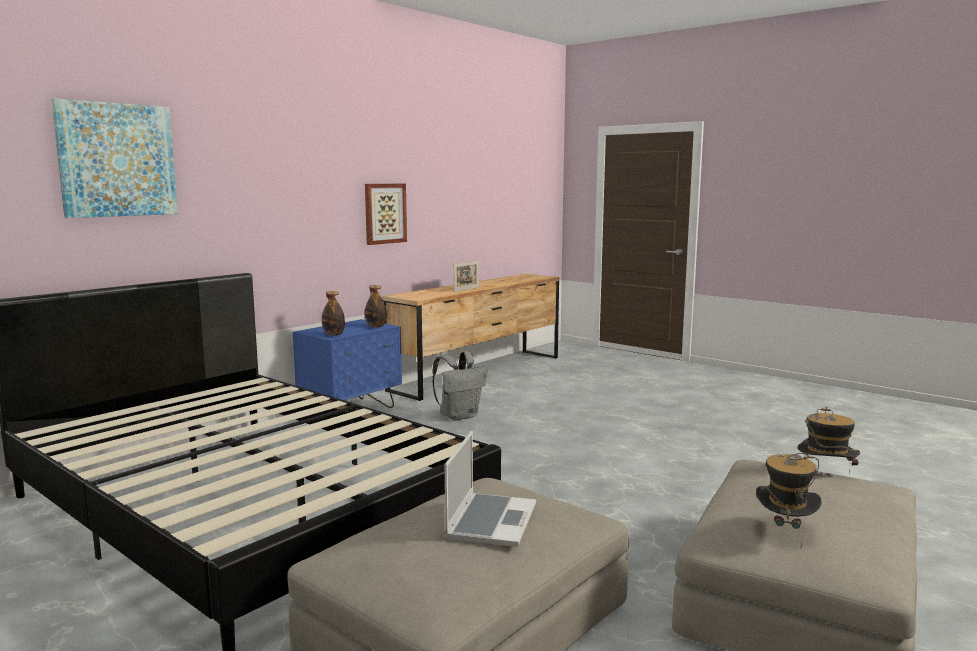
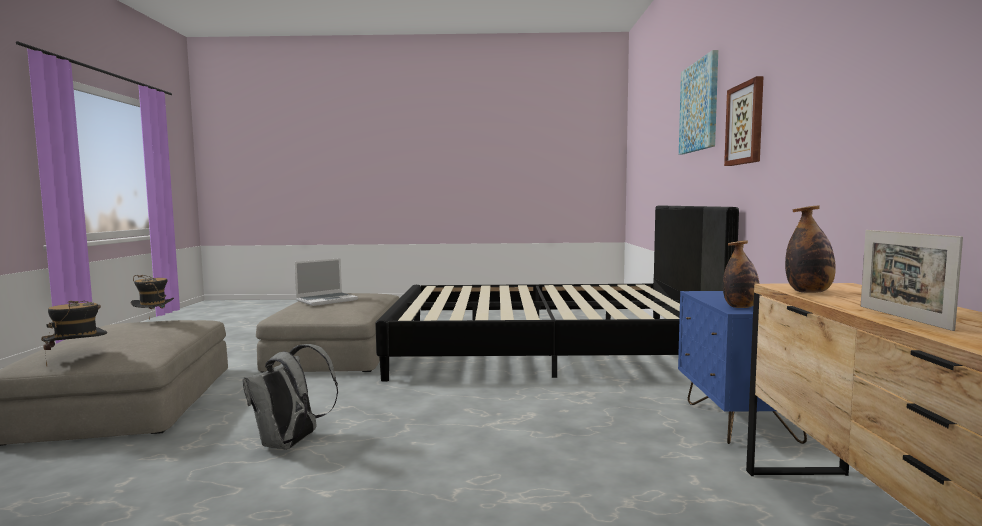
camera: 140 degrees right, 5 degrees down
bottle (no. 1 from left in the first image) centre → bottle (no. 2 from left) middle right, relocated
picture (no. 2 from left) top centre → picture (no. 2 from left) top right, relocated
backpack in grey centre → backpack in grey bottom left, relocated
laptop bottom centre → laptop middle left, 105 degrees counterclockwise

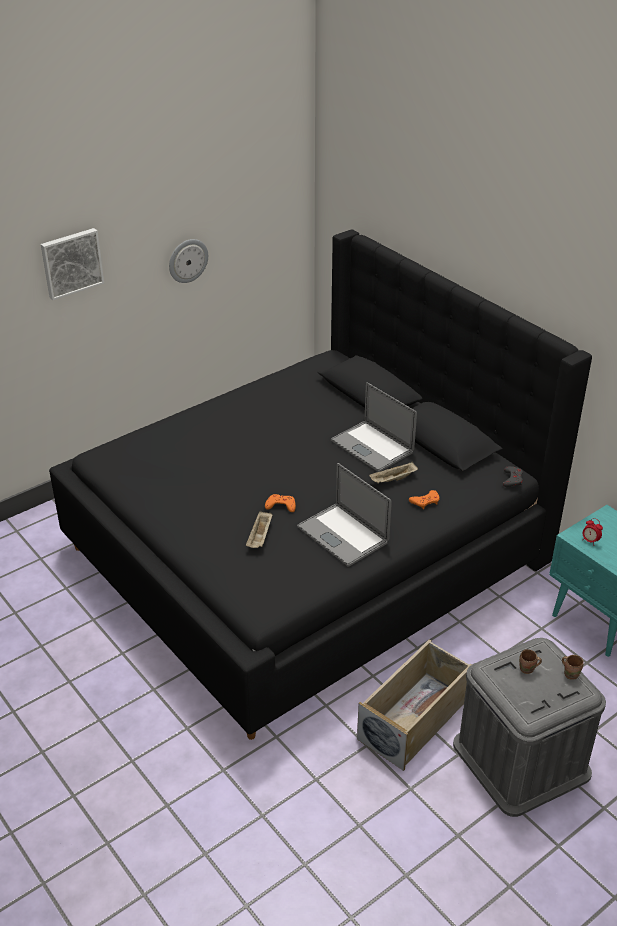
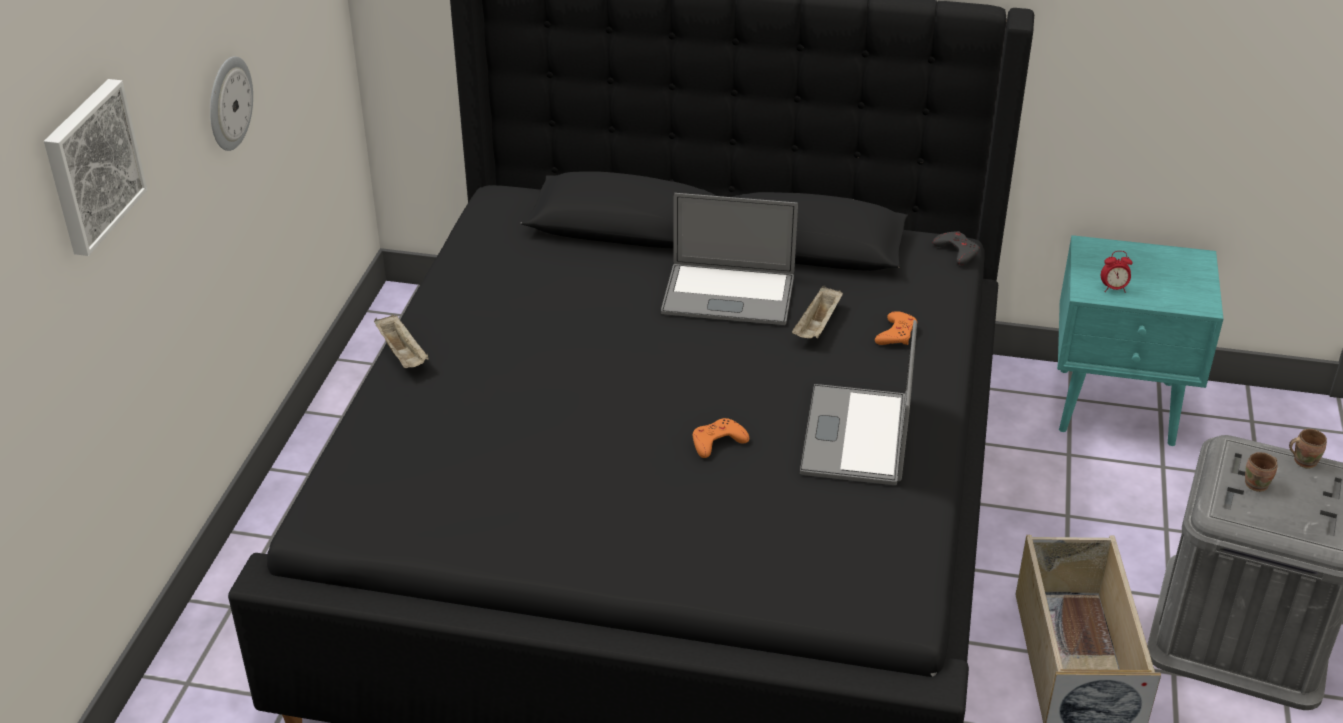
camera: 40 degrees left, 0 degrees up
tray in beige (no. 1 from left) centre → tray in beige (no. 1 from left) middle left, relocated
laptop (no. 1 from left in the first image) centre → laptop (no. 2 from left) centre, 90 degrees clockwise

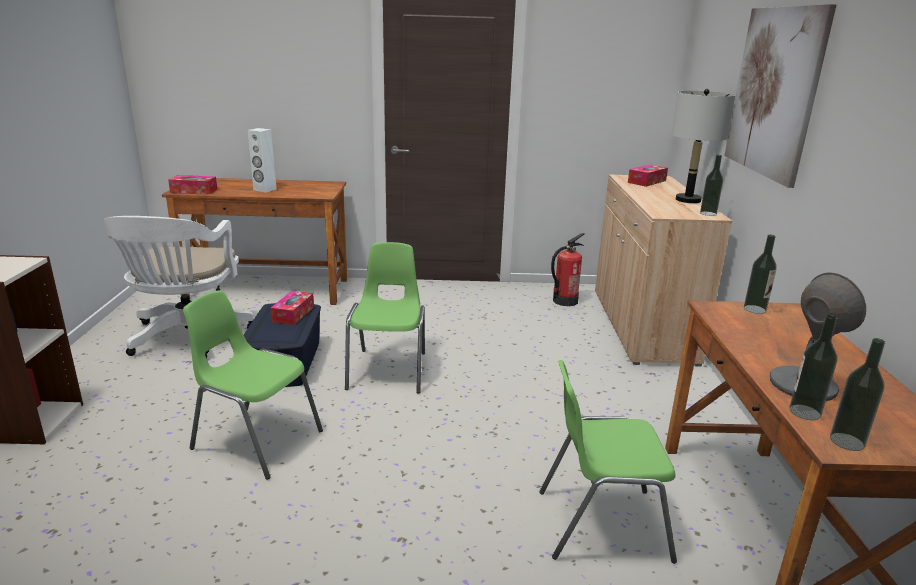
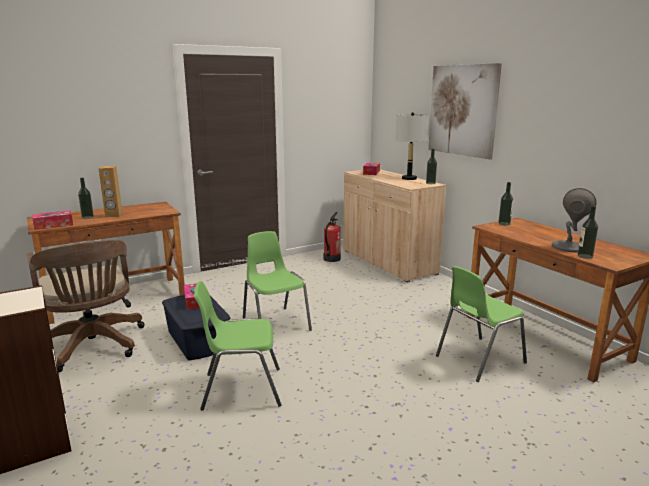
camera: 30 degrees left, 5 degrees down
bottle (no. 4 from left in the first image) bottom right → bottle (no. 1 from left) middle left, relocated
office chair in white middle left → office chair in brown middle left
speaker in white top left → speaker in brown middle left

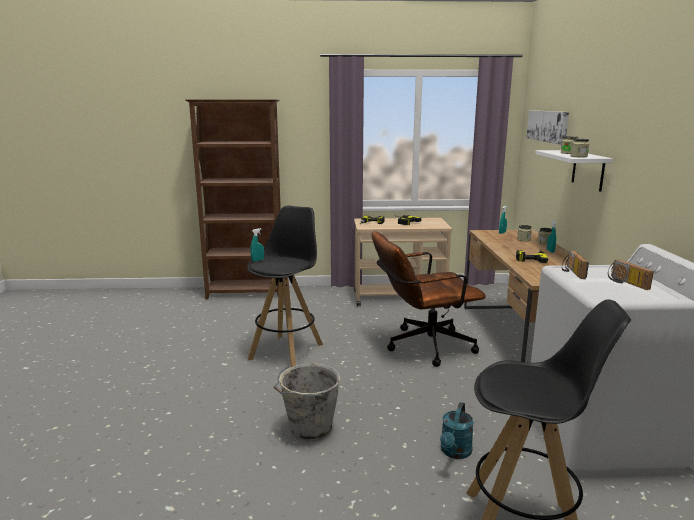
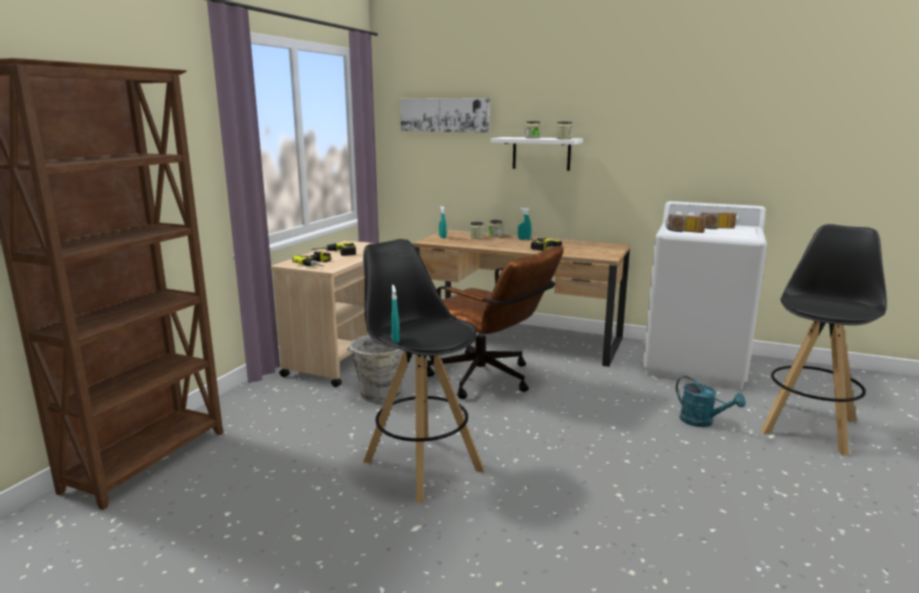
camera: 65 degrees left, 0 degrees up
bucket in grey bottom centre → bucket in grey centre, relocated
office chair in brown centre, 60 degrees counterclockwise

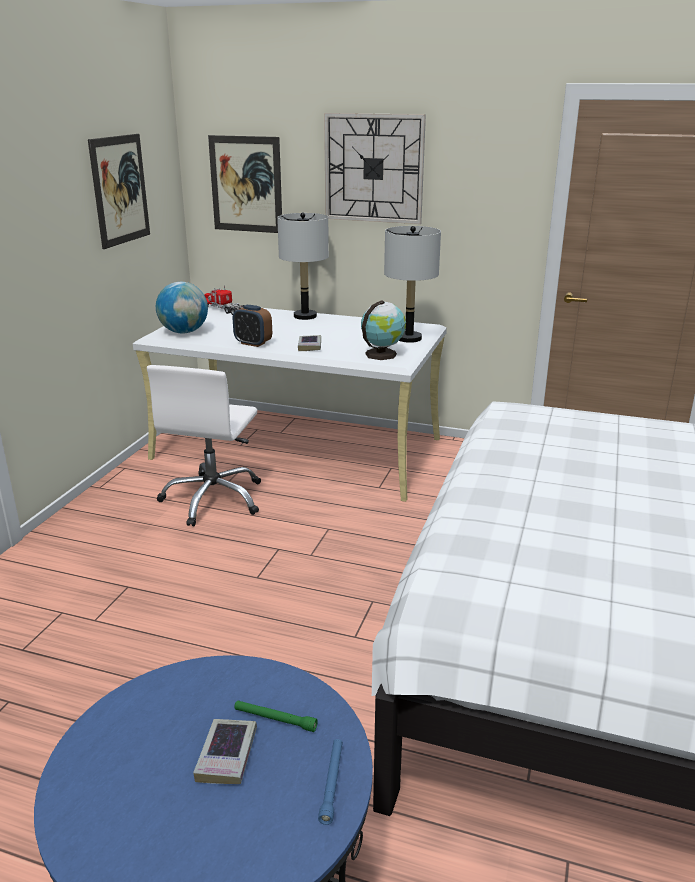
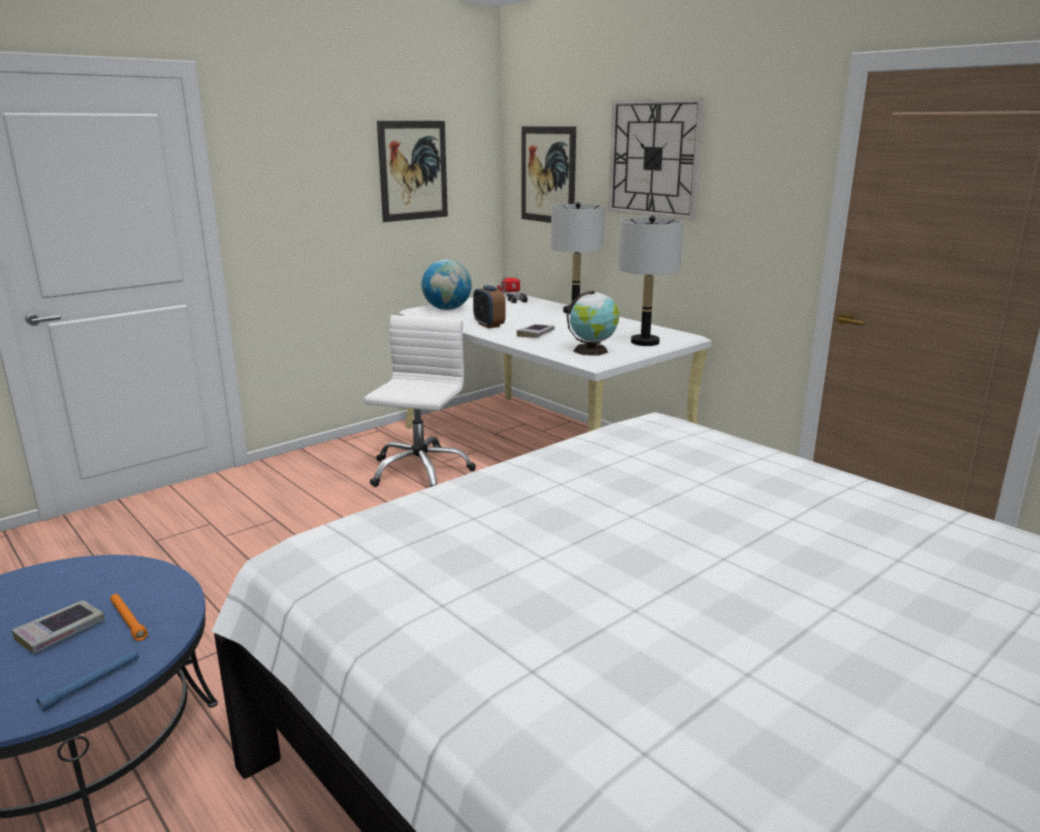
camera: 30 degrees right, 5 degrees down
flashlight in green bottom centre → flashlight in orange bottom left
office chair in white middle left → office chair in white centre, 150 degrees clockwise

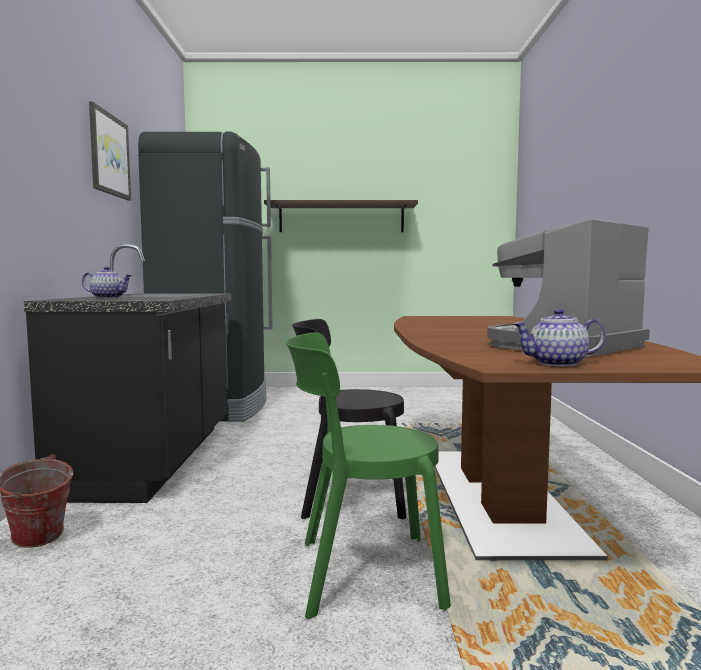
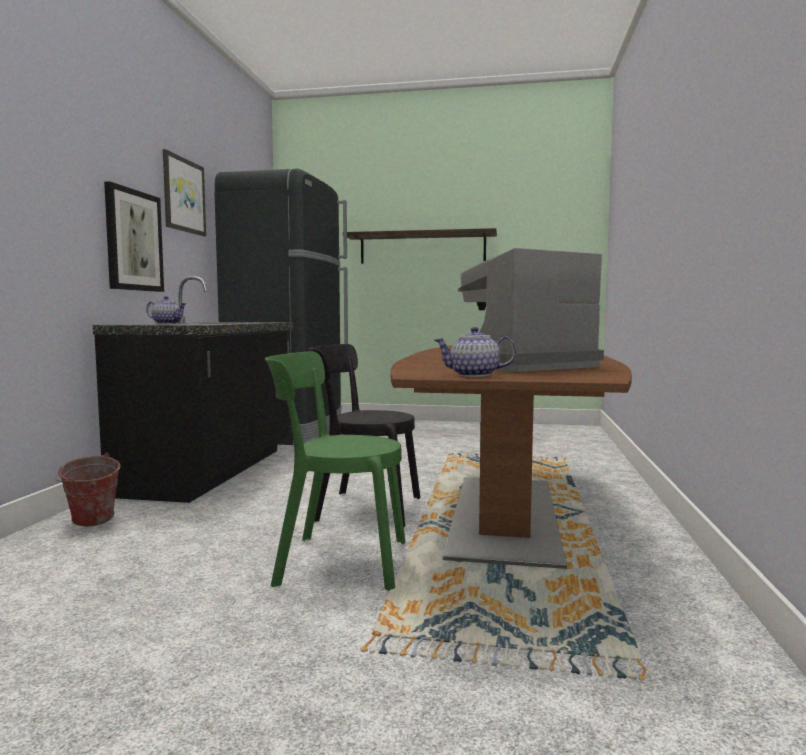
camera: 10 degrees right, 0 degrees up
- → picture (no. 1 from left) top left

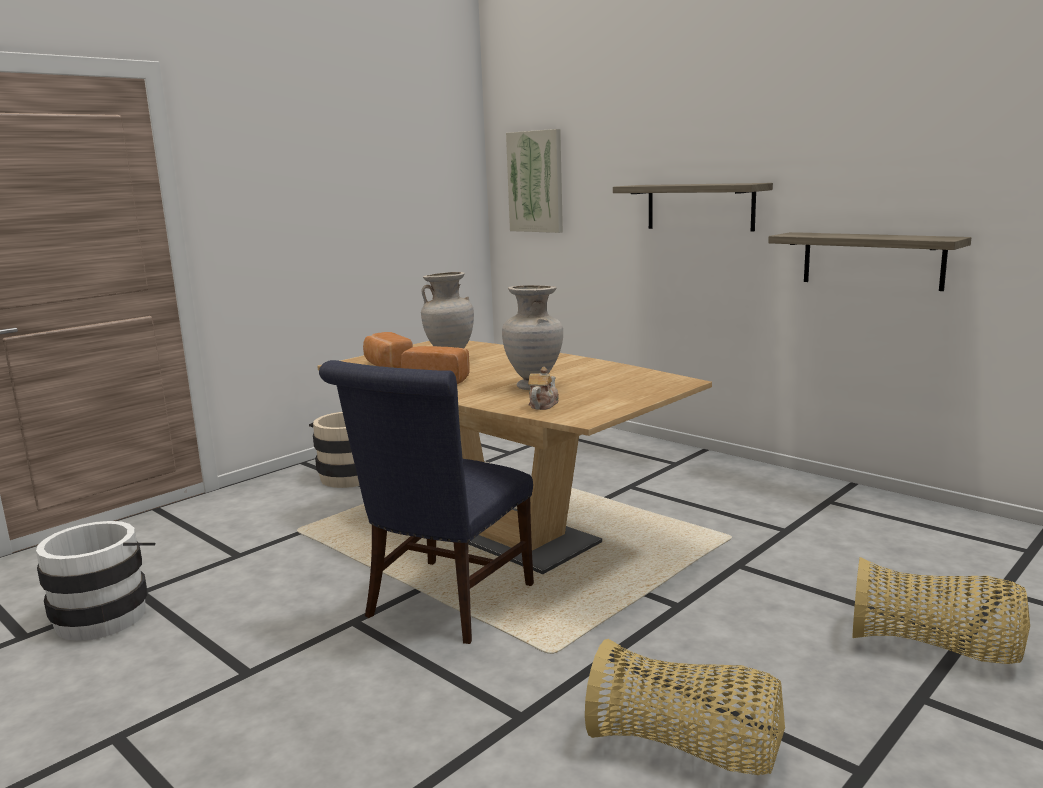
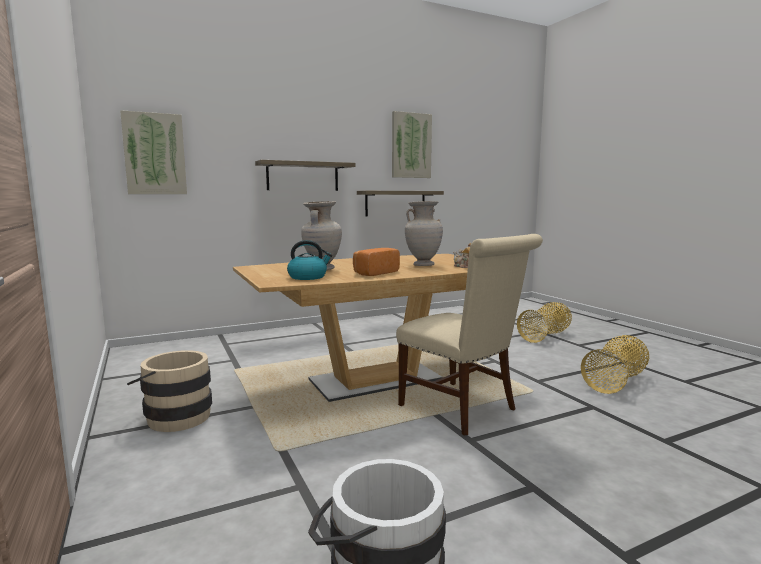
camera: 70 degrees left, 5 degrees down
- → picture (no. 2 from left) top centre
bread (no. 1 from left) centre → kettle centre
chair in blue centre → chair in beige centre

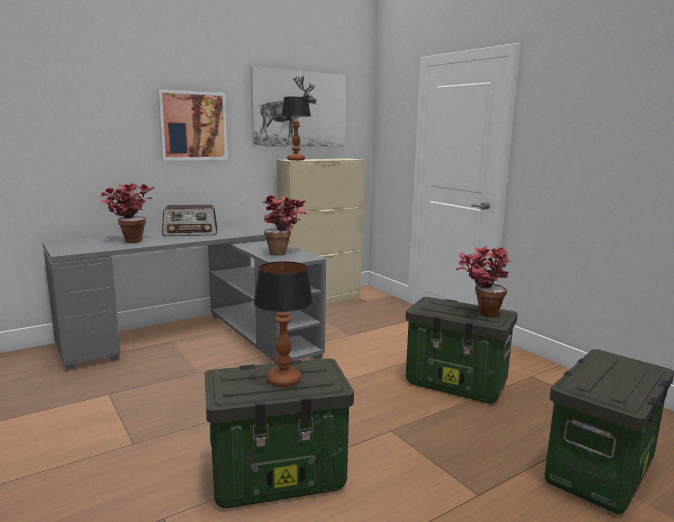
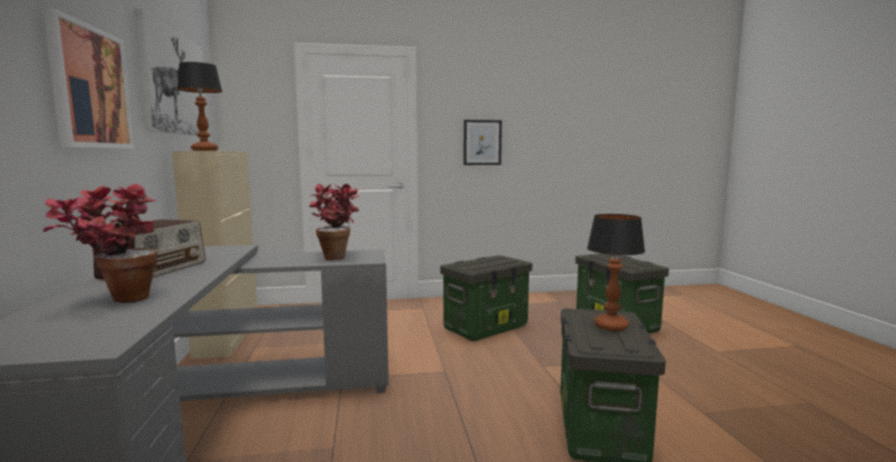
camera: 65 degrees left, 5 degrees down
potted plant (no. 3 from left) middle right → -
- → picture (no. 3 from left) top centre

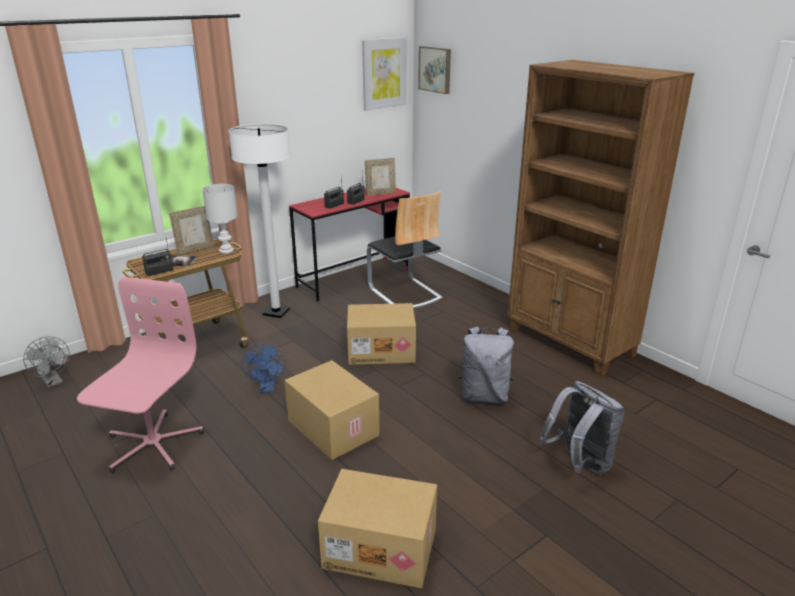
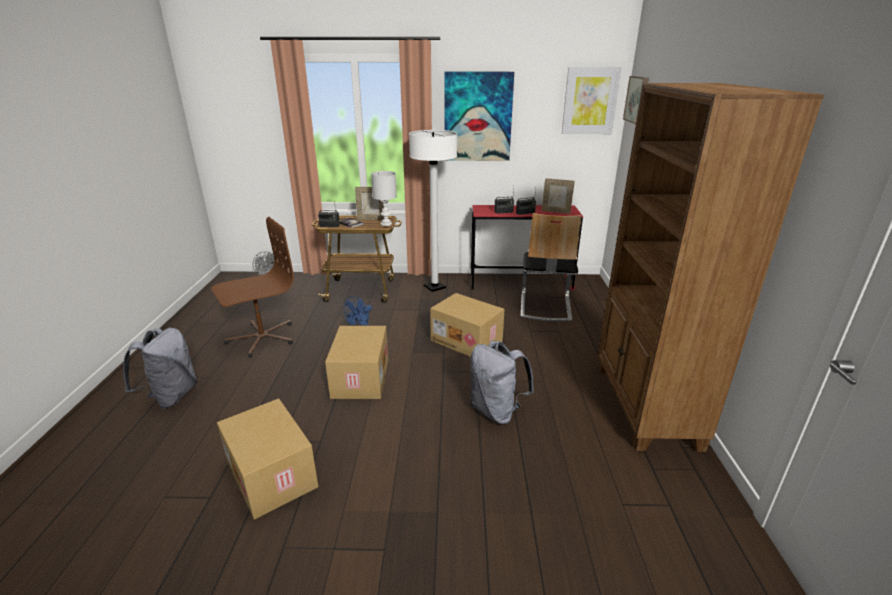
camera: 40 degrees right, 0 degrees up
- → picture (no. 1 from left) top centre
backpack in grey (no. 2 from left in the first image) bottom right → backpack in grey (no. 1 from left) middle left, relocated
office chair in pink middle left → office chair in brown middle left

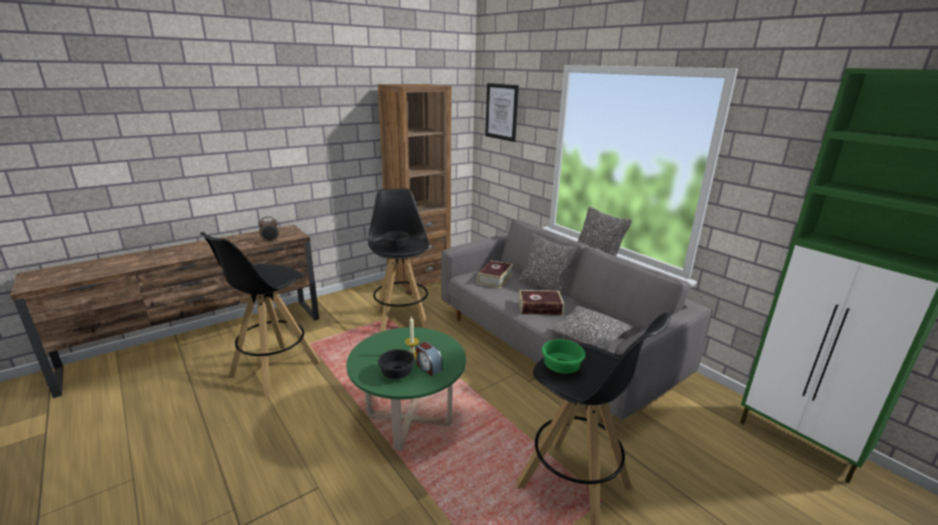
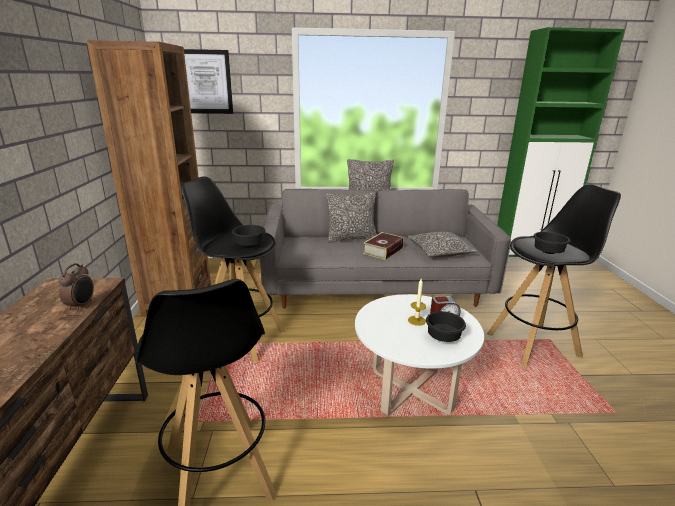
camera: 55 degrees left, 0 degrees up
book (no. 1 from left) centre → -
coffee table in green bottom centre → coffee table in white bottom centre
bowl in green bottom centre → bowl in black (no. 3 from left) middle right

